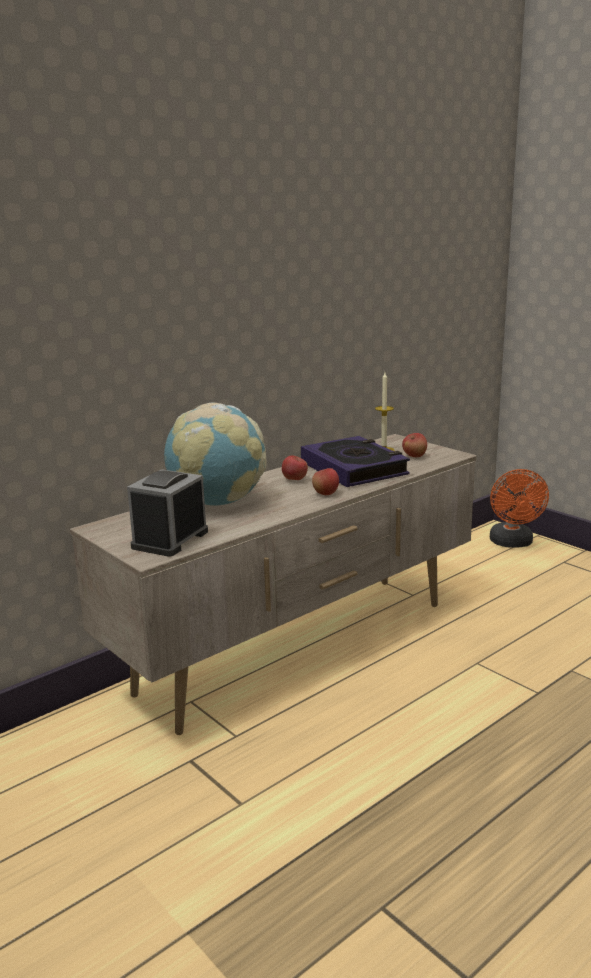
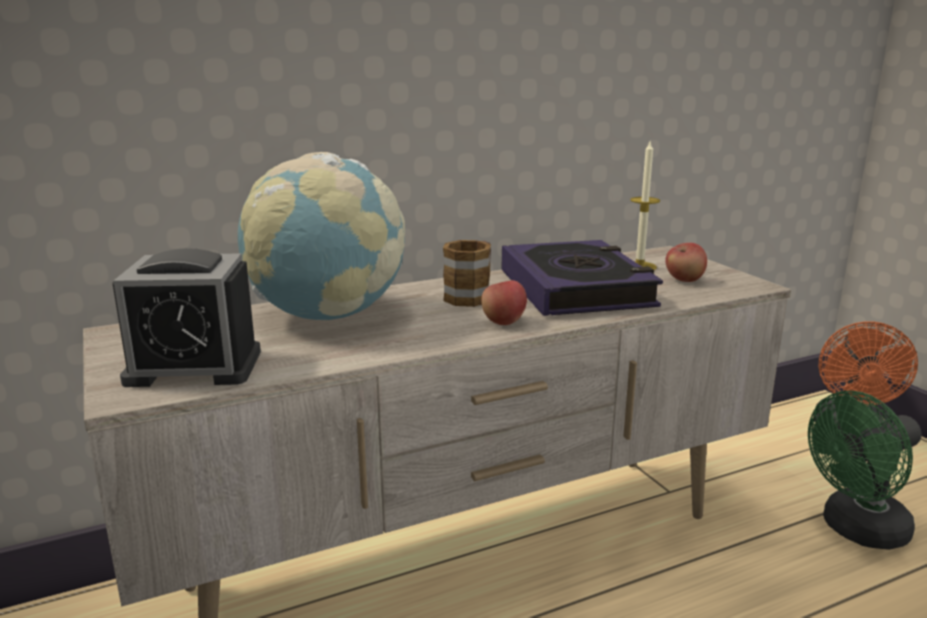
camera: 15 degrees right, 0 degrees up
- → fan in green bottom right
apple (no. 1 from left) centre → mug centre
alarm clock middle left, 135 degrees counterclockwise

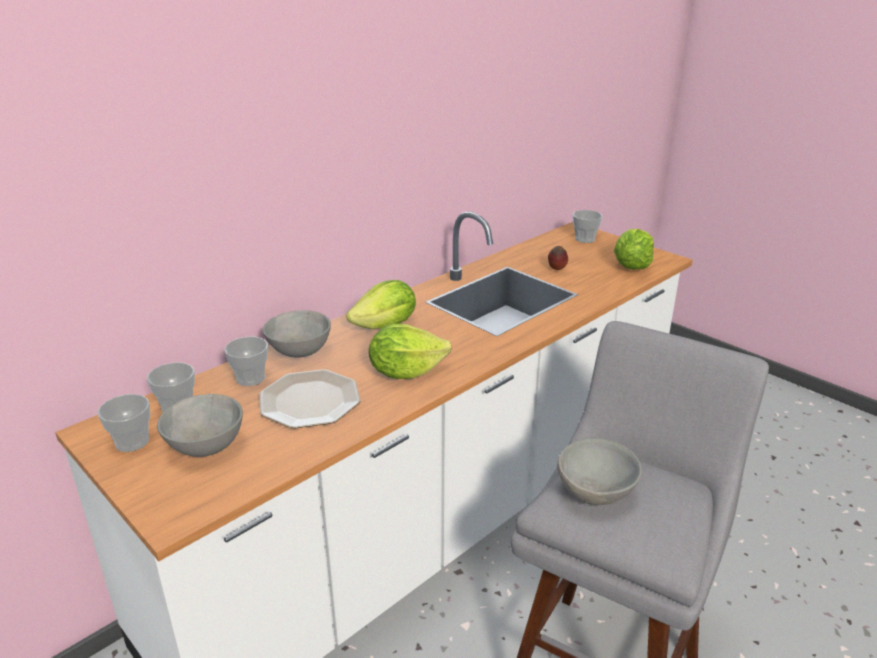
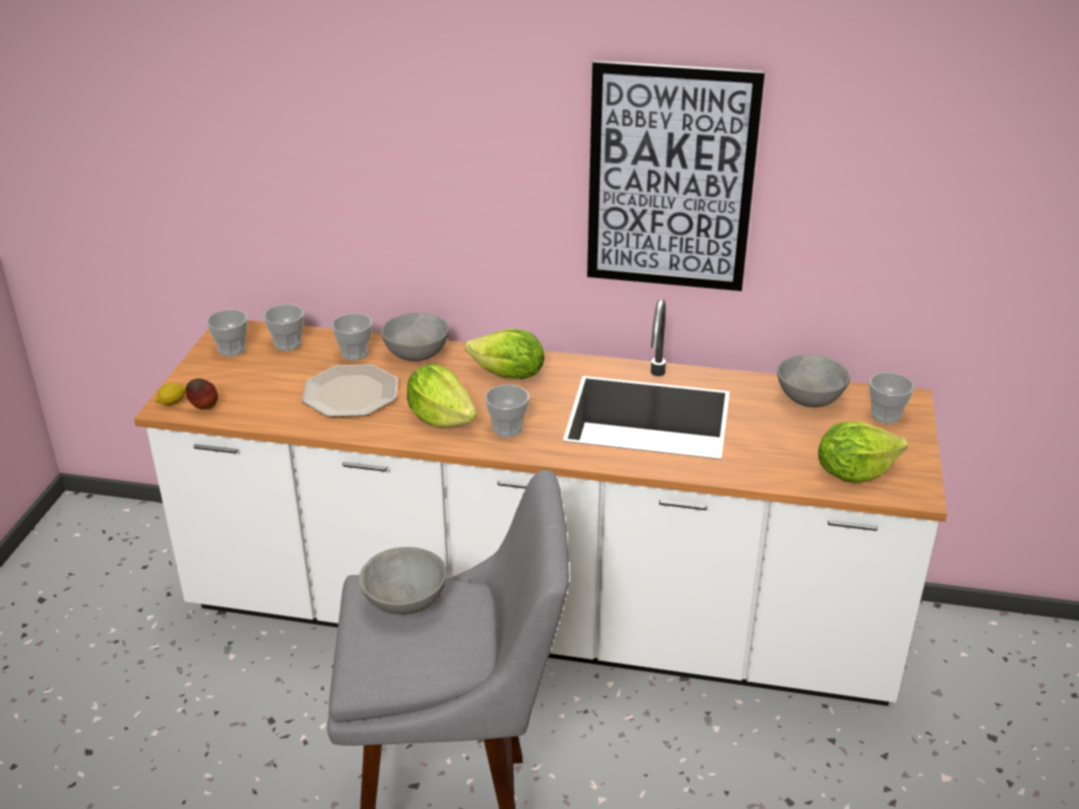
camera: 55 degrees right, 5 degrees up
- → lemon middle left
- → cup (no. 4 from left) centre
- → picture top centre
bowl in grey (no. 1 from left in the first image) middle left → bowl in grey (no. 3 from left) middle right, relocated
apple centre → apple middle left, relocated

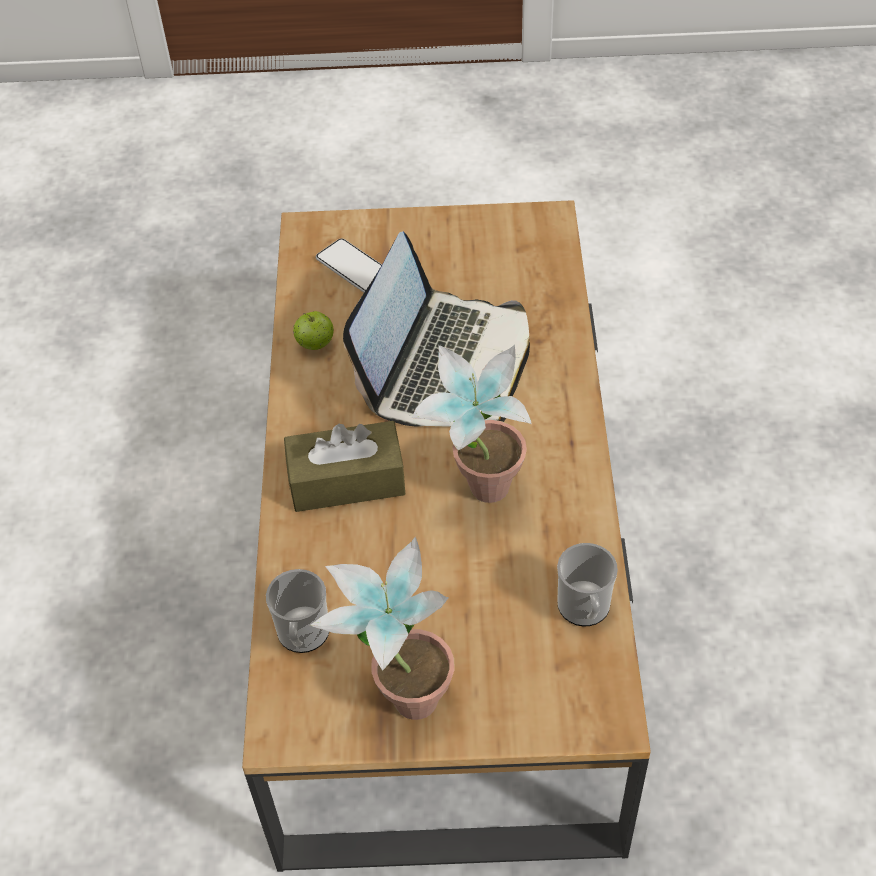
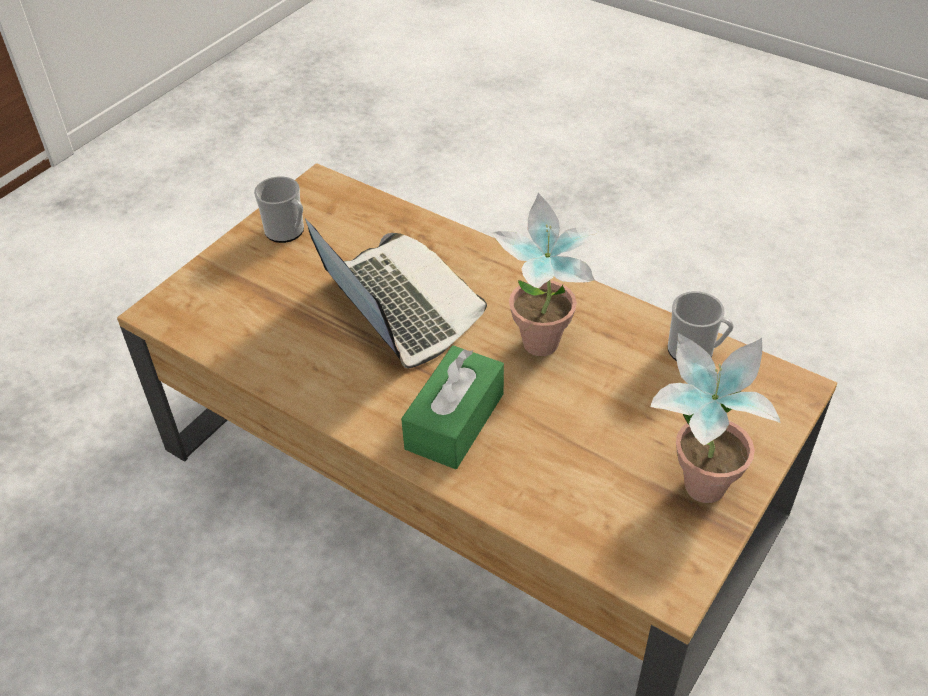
camera: 55 degrees left, 5 degrees down
apple centre → -
phone top centre → -
mug (no. 1 from left) bottom centre → mug (no. 1 from left) top left, relocated
tissue box in brown centre → tissue box in green centre

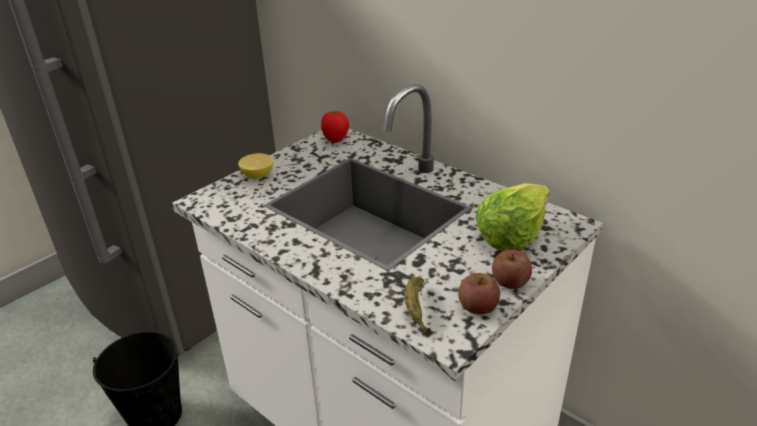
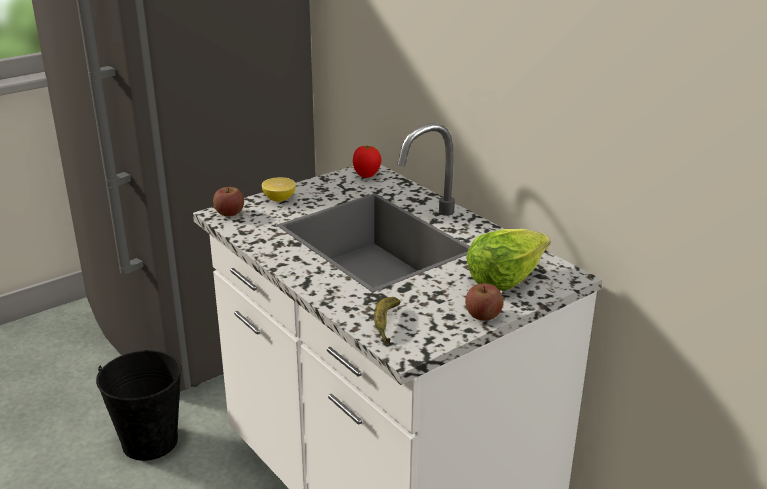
camera: 10 degrees right, 5 degrees down
apple (no. 1 from left) bottom centre → apple (no. 1 from left) middle left, relocated

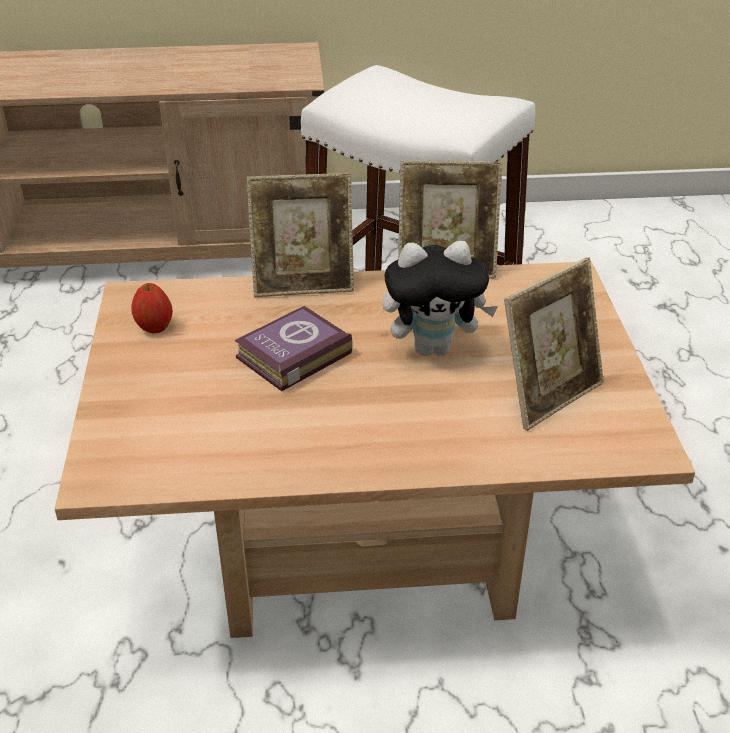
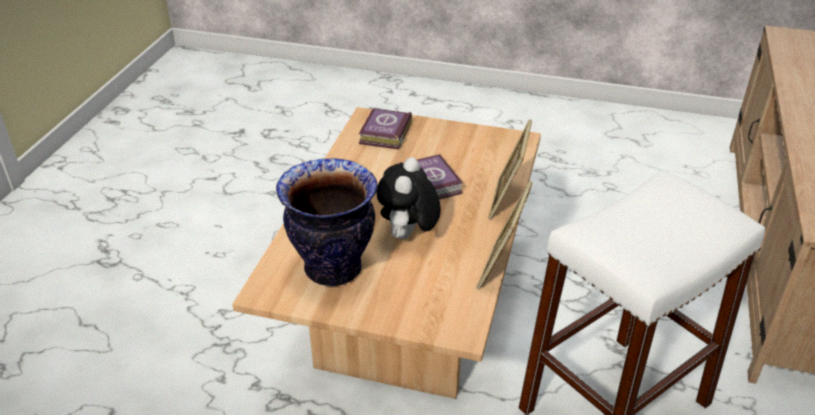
camera: 110 degrees right, 0 degrees up
apple middle left → -
- → book (no. 1 from left) top centre
picture frame (no. 3 from left) middle right → vase centre

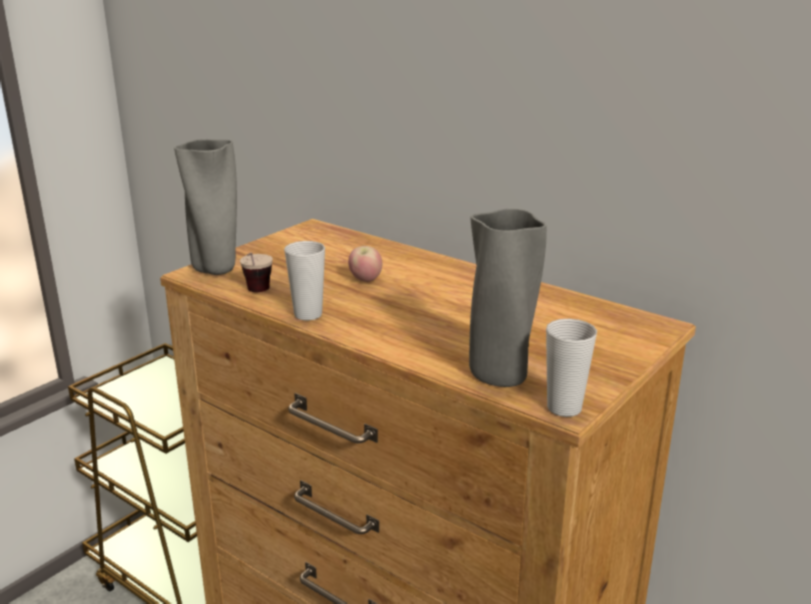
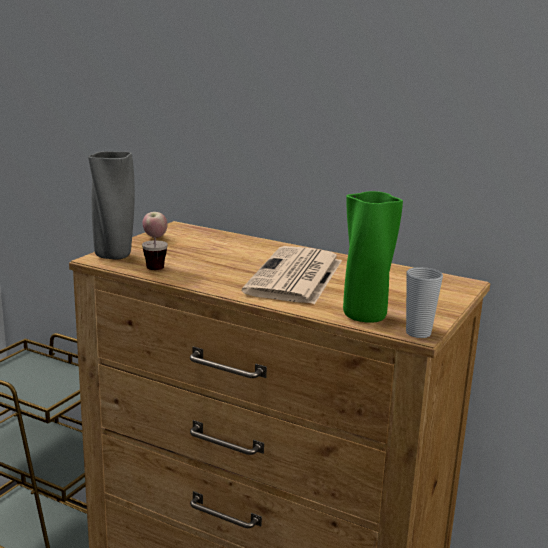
camera: 10 degrees left, 5 degrees down
cup (no. 2 from left) centre → -
- → newspaper centre
apple centre → apple middle left, relocated
vase in grey (no. 2 from left) centre → vase in green middle right

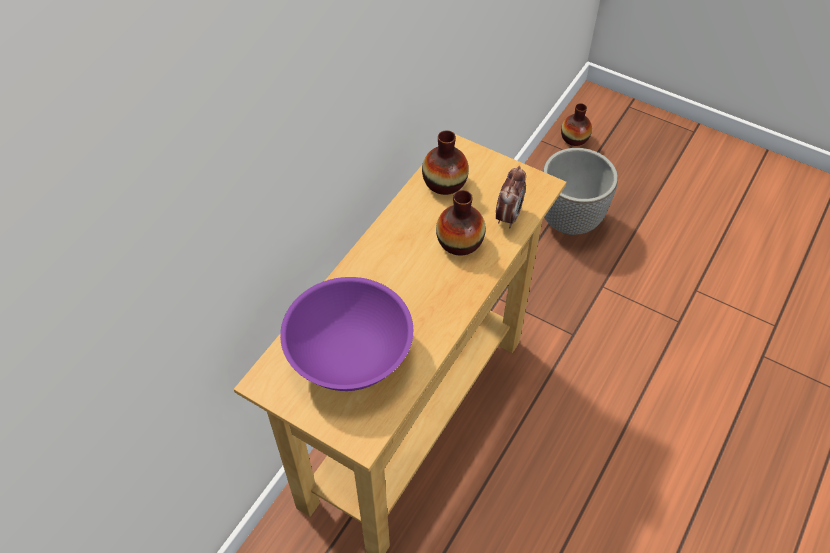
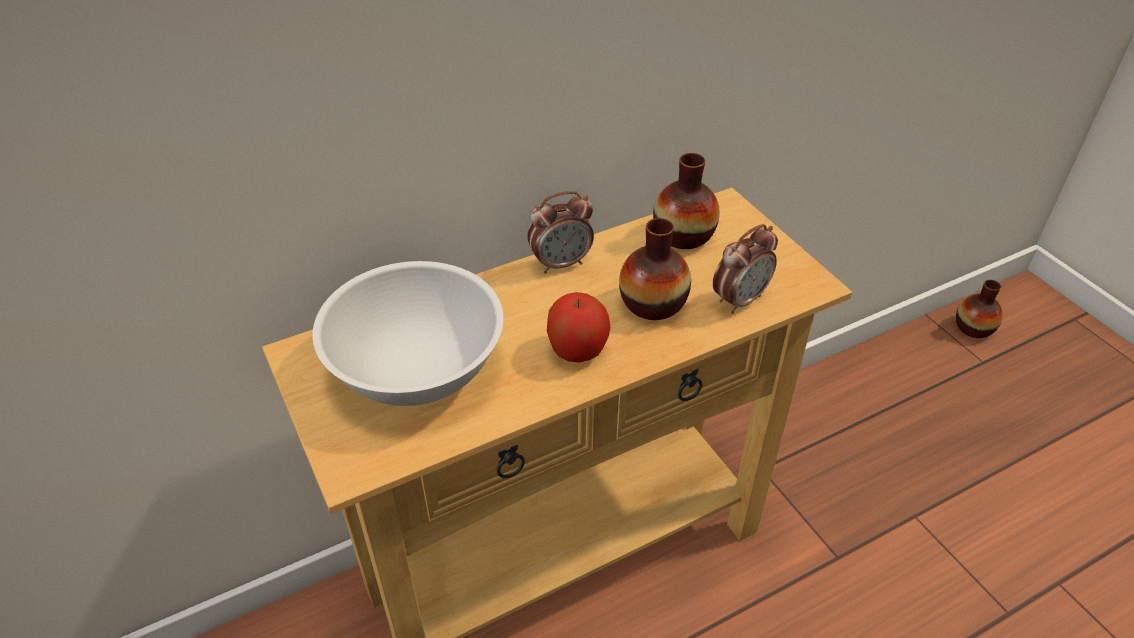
camera: 30 degrees right, 10 degrees down
planter middle right → -
- → alarm clock (no. 1 from left) centre
- → apple centre
bowl in purple centre → bowl in white centre

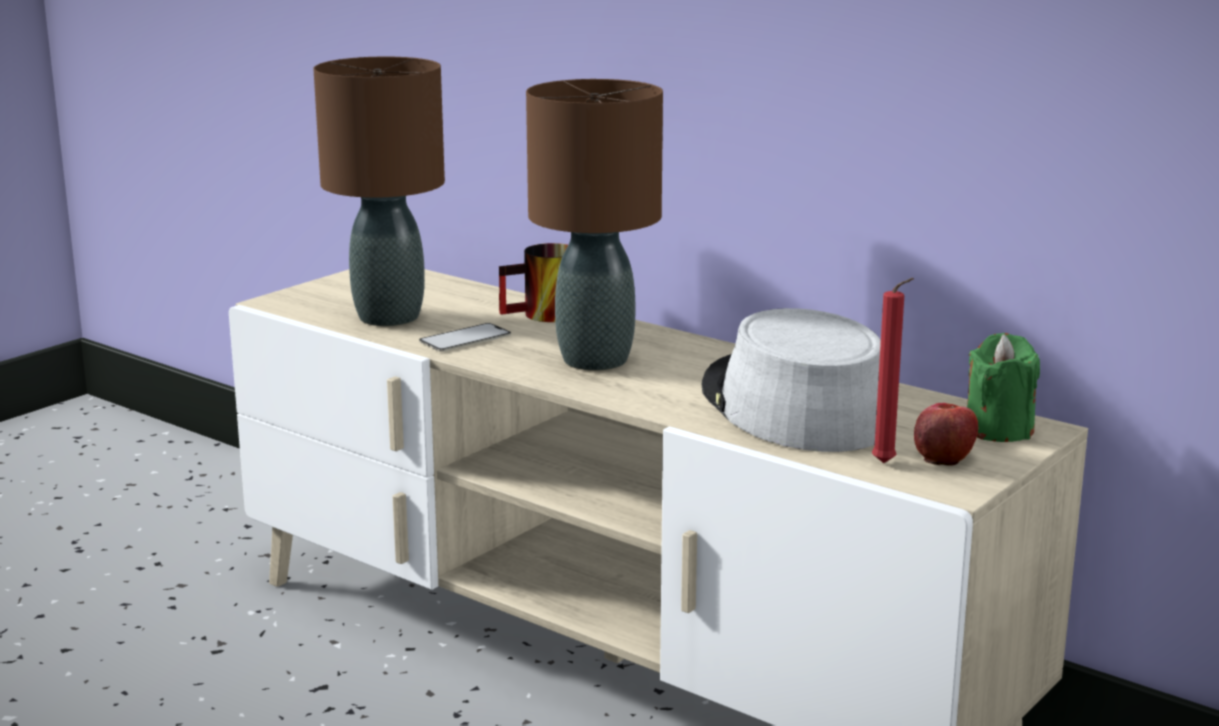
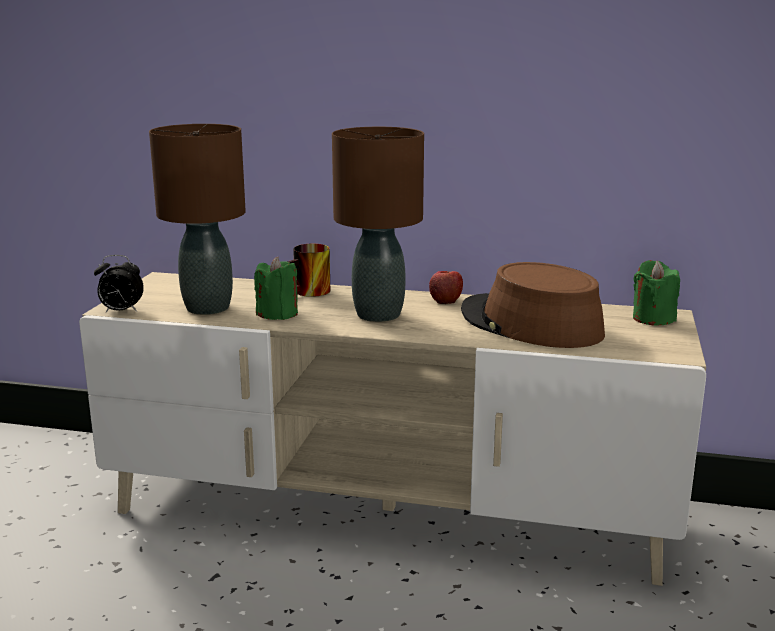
camera: 25 degrees left, 0 degrees up
candle in red middle right → -
- → alarm clock middle left
apple middle right → apple centre, relocated
phone centre → candle in green (no. 1 from left) centre
hat in grey centre → hat in brown middle right

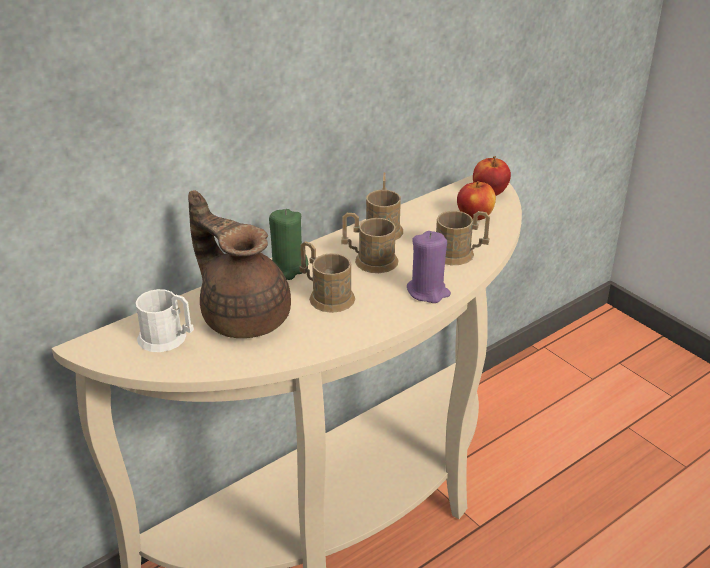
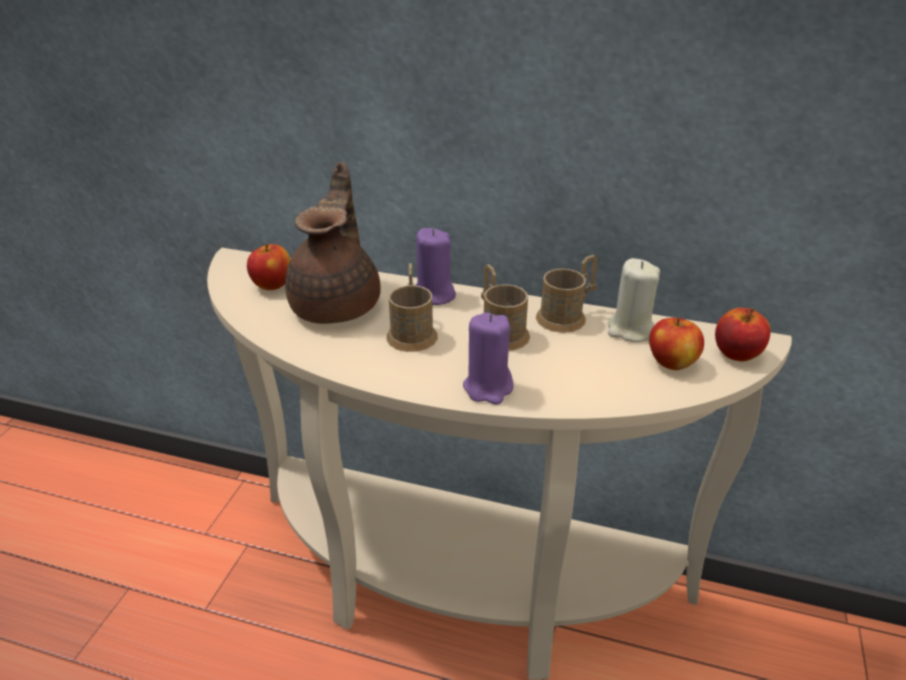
camera: 55 degrees right, 0 degrees up
mug in brown (no. 4 from left) centre → -
- → candle in beige middle right
mug in white middle left → apple (no. 1 from left) middle left
candle in green centre → candle in purple (no. 1 from left) centre

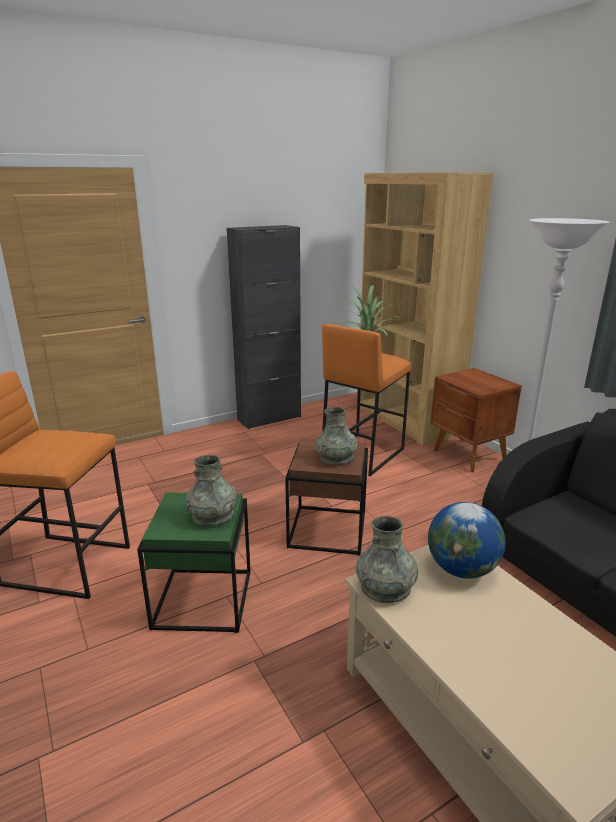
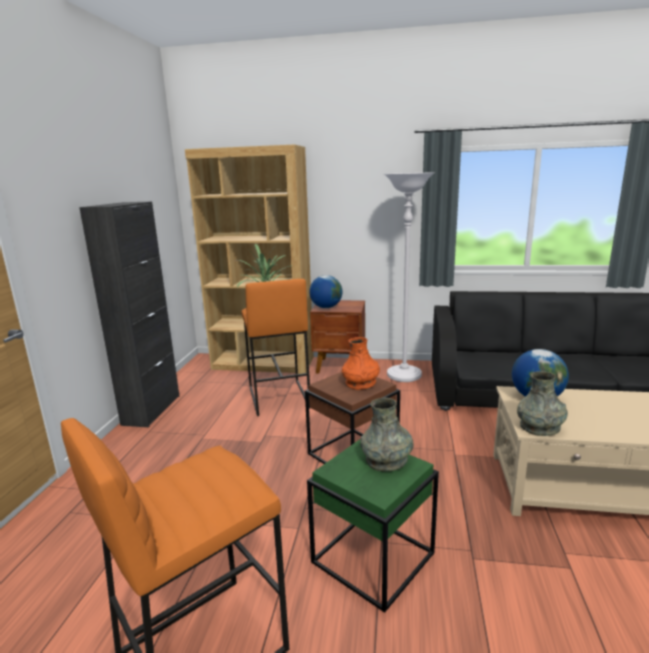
camera: 50 degrees left, 5 degrees down
- → globe (no. 1 from left) centre
vase in grey (no. 2 from left) centre → vase in orange centre

